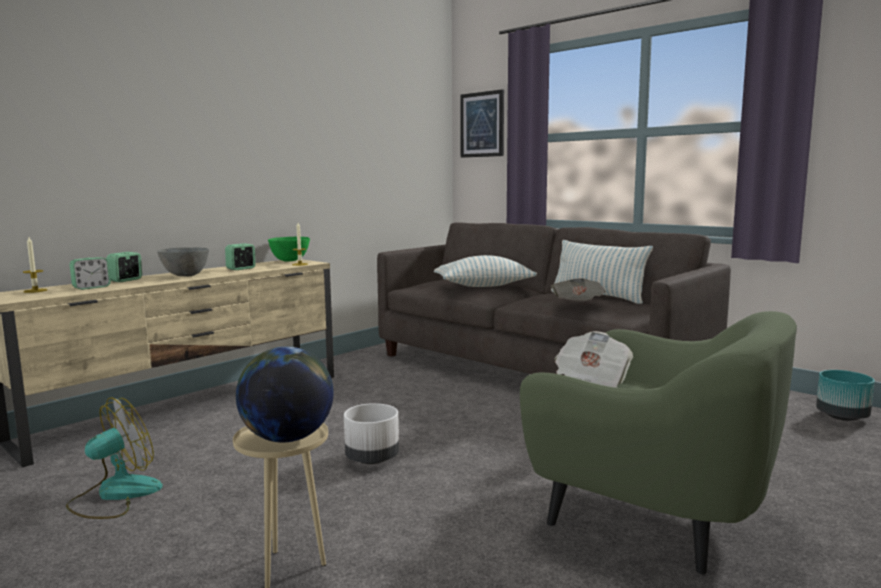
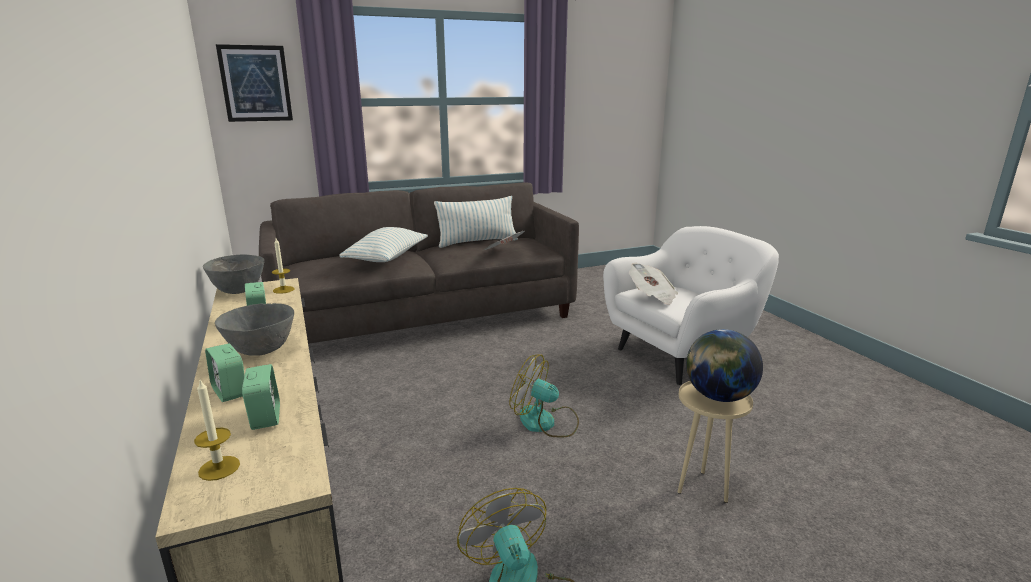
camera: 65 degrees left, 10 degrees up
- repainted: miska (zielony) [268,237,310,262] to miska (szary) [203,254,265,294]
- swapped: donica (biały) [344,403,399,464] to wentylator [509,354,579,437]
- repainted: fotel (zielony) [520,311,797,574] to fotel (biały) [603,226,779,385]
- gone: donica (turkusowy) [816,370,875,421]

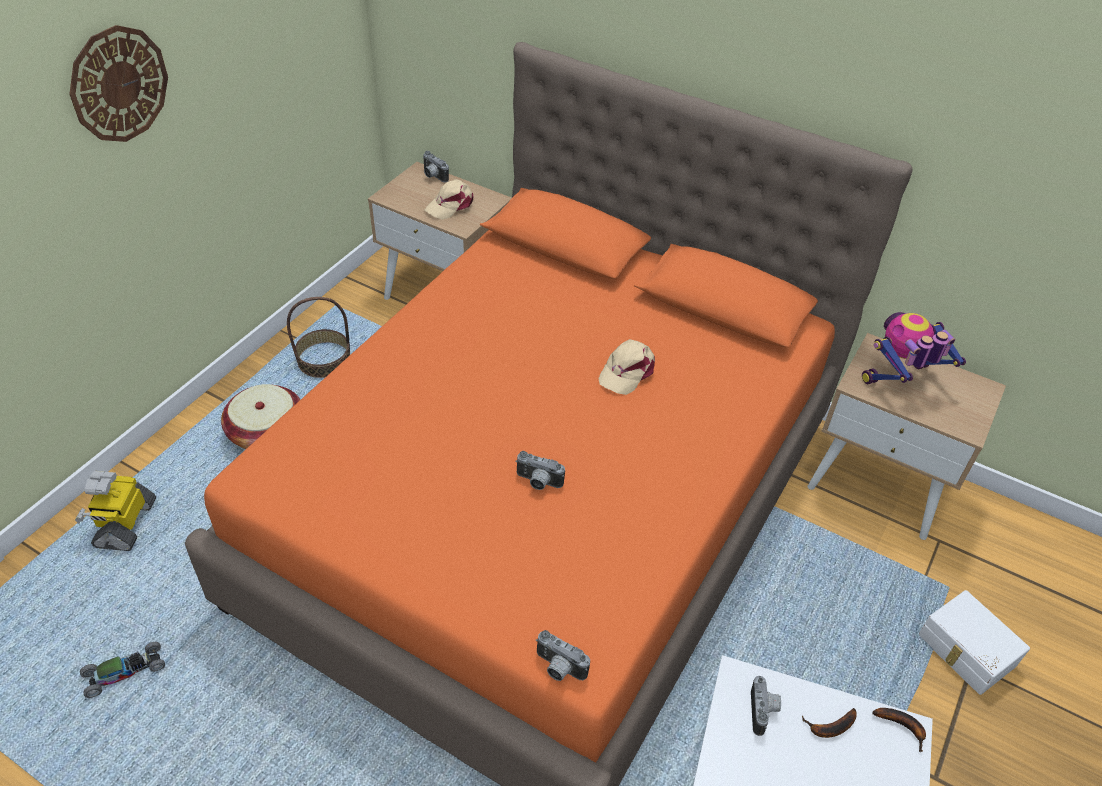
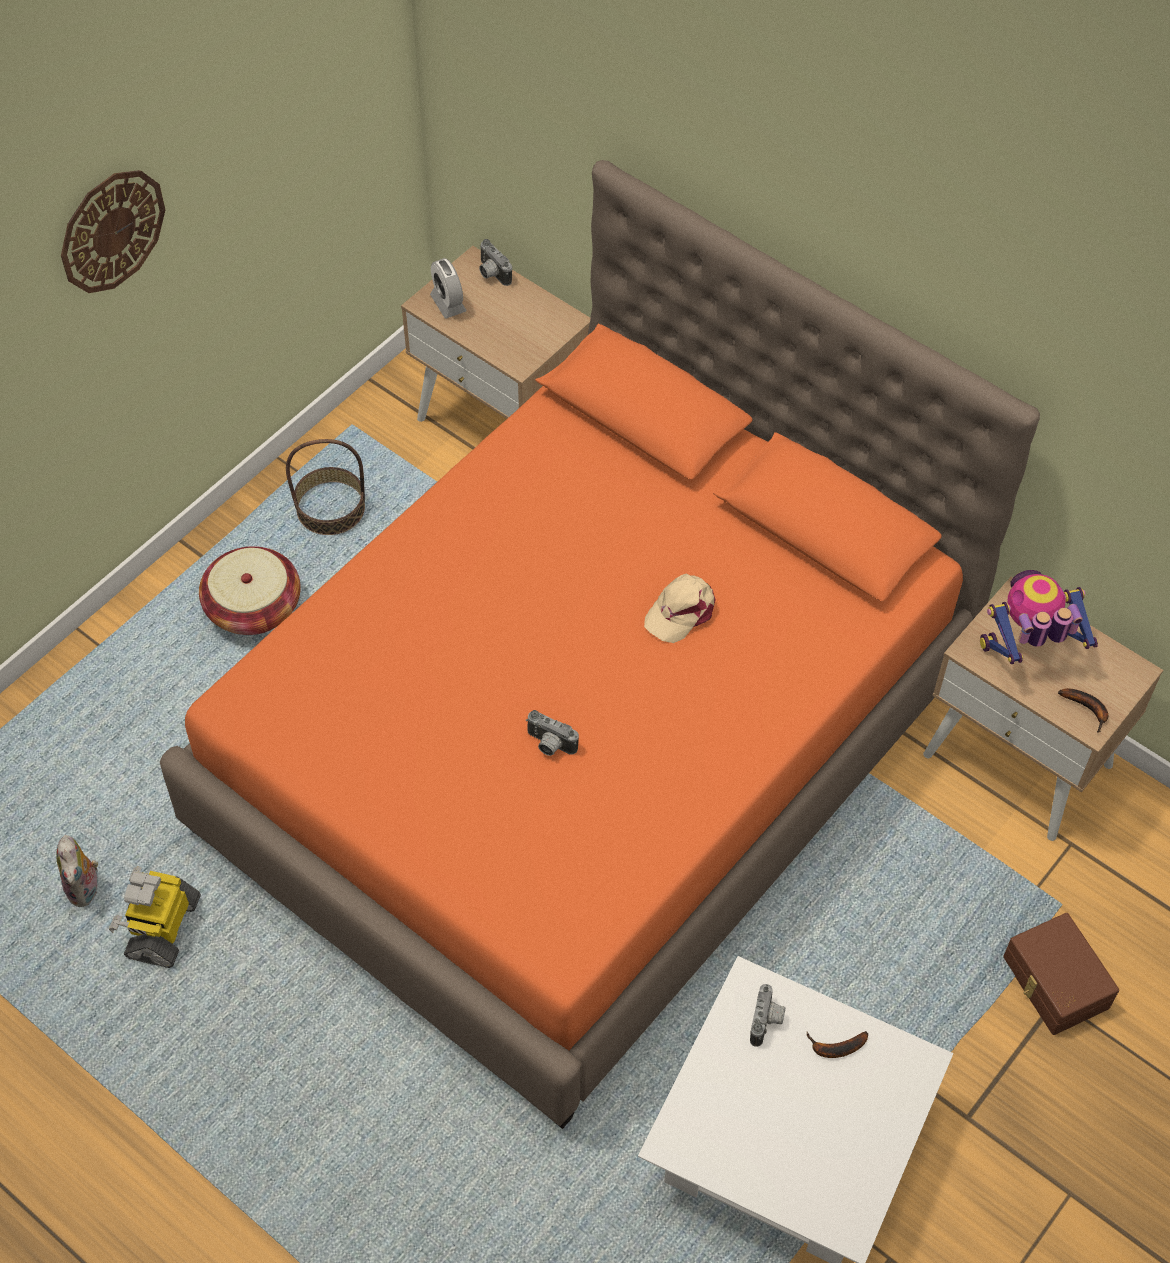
camera: 10 degrees right, 10 degrees up
- swapped: samochodzik [80,642,165,698] to pluszak [57,835,98,907]
- shifted: robot zabawkowy [75,471,156,551] to [109,866,201,968]
- new: budzik [430,258,466,319]
- repainted: pojemnik do przechowywania (biały) [919,590,1030,695] to pojemnik do przechowywania (brązowy) [1003,913,1119,1035]
- shifted: banan [873,708,926,752] to [1058,688,1108,733]
- gone: czapka z daszkiem (beżowy) [425,179,474,220]
- gone: aparat fotograficzny [536,630,590,681]

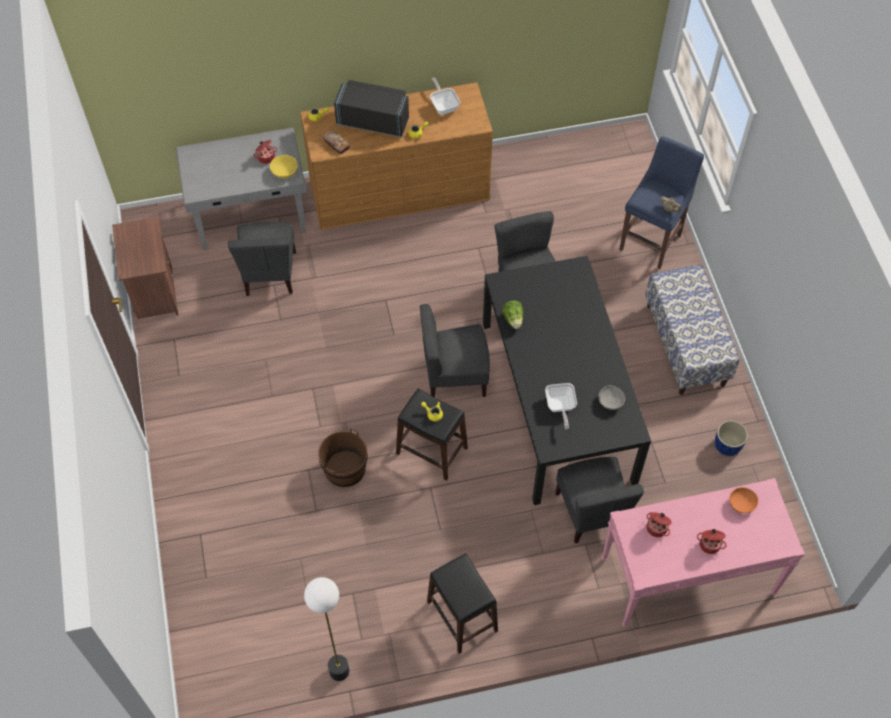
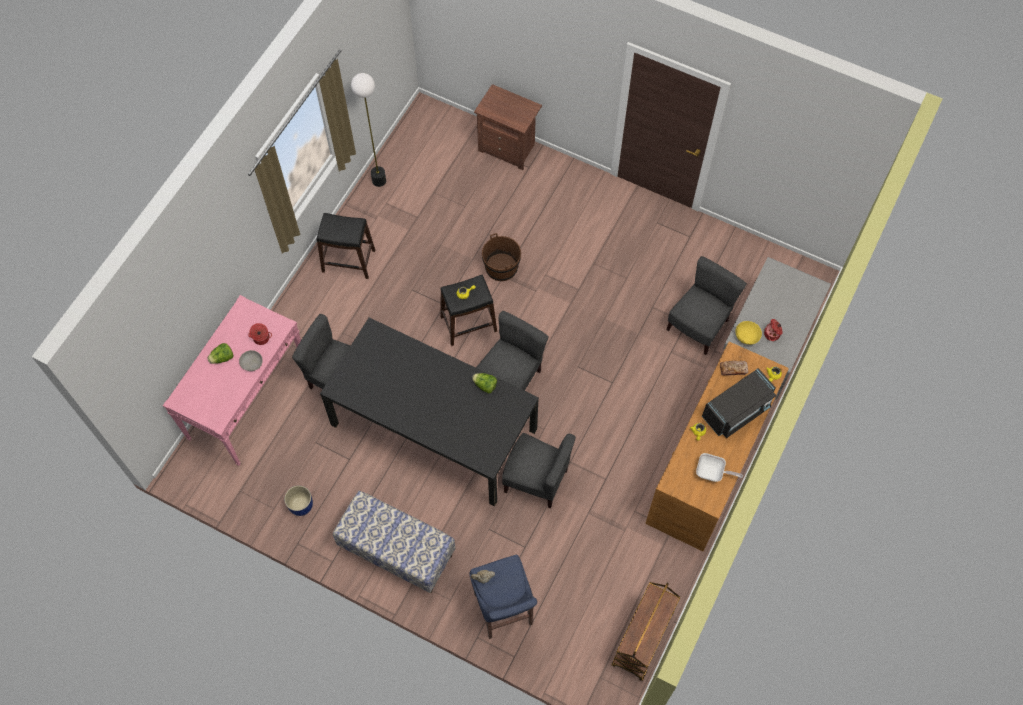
camera: 130 degrees right, 5 degrees up
- swapped: garnek [697,529,726,554] to sałata [207,343,233,364]
- shifted: miska (szary) [598,385,625,410] to [239,350,263,371]
- shifted: szafka nocna (brązowy) [112,217,179,319] to [474,84,542,170]
- new: wózek (brązowy) [611,582,680,681]
- rotated: krzesło (szary) [228,222,296,296] = [667,256,747,355] 90 degrees clockwise
- gone: patelnia [545,383,577,430]
- gone: miska (pomarańczowy) [729,487,758,513]

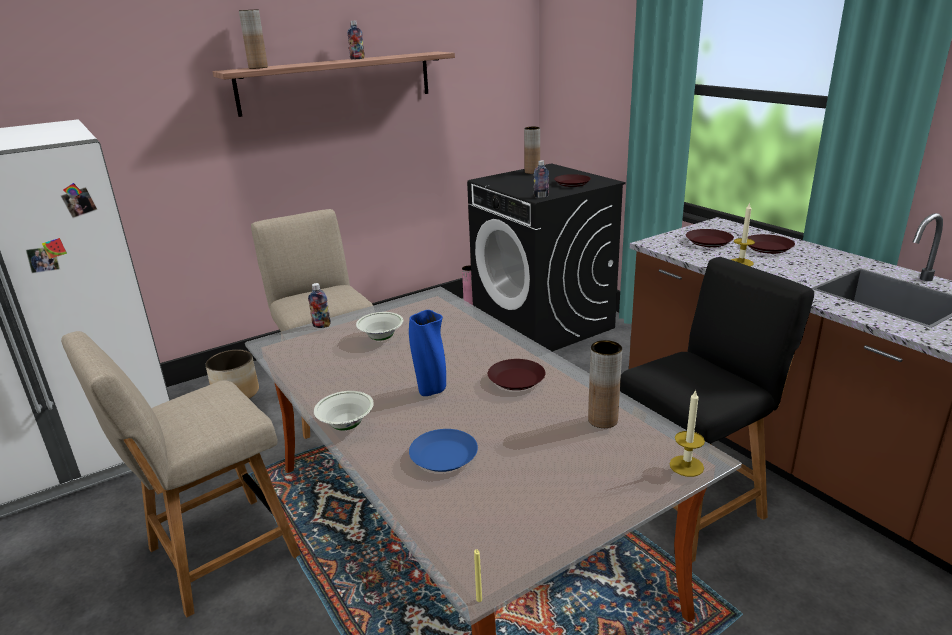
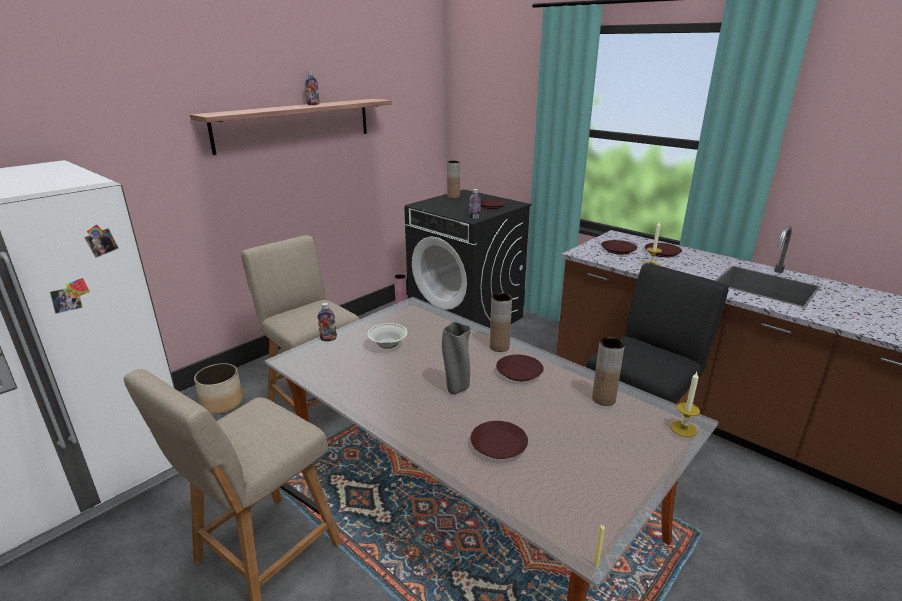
camera: 15 degrees left, 0 degrees up
- repainted: wazon (niebieski) [409,310,446,396] to wazon (szary) [442,322,471,394]
- repainted: talerz (niebieski) [409,429,478,472] to talerz (brązowy) [470,421,528,459]
- shifted: wazon (brązowy) [239,9,268,69] to [490,293,512,352]
- gone: miska (biały) [314,391,374,430]

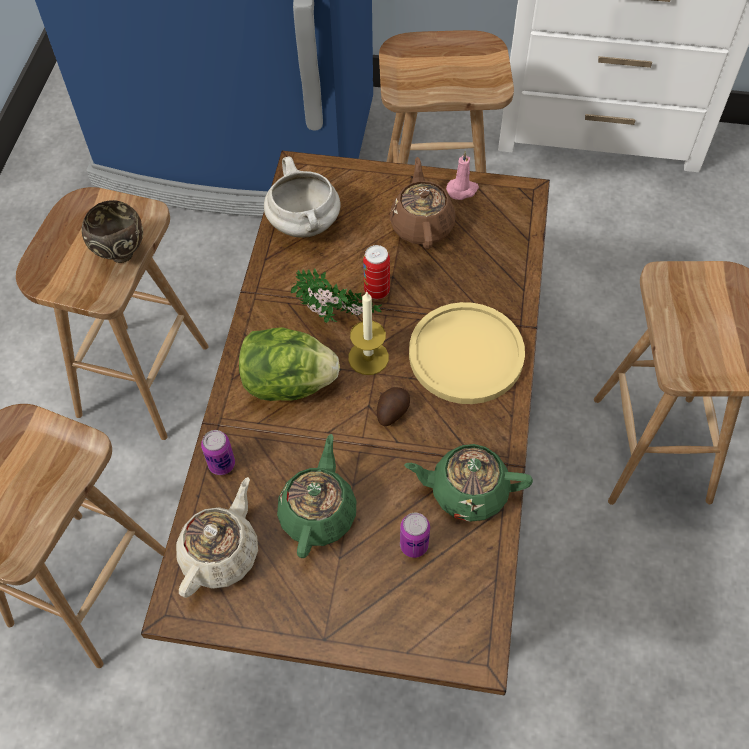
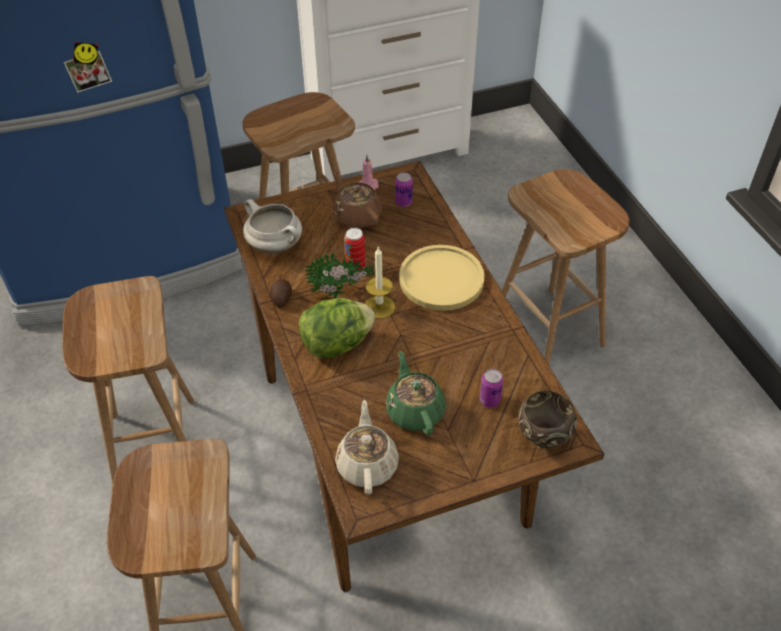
camera: 30 degrees left, 10 degrees down
- shifted: ziemniak [377,387,410,426] to [270,279,292,308]
- shifted: puszka [201,430,235,475] to [395,172,413,207]
- shifted: miska (brązowy) [81,200,143,263] to [518,391,577,448]
- gone: imbryk (zielony) [404,444,533,522]

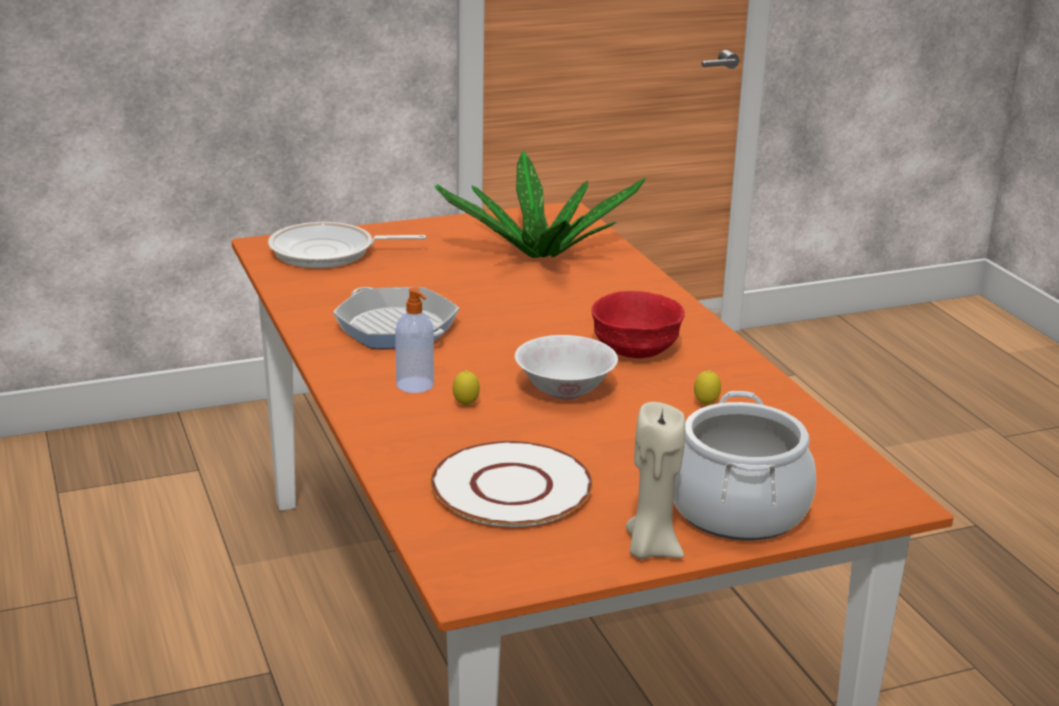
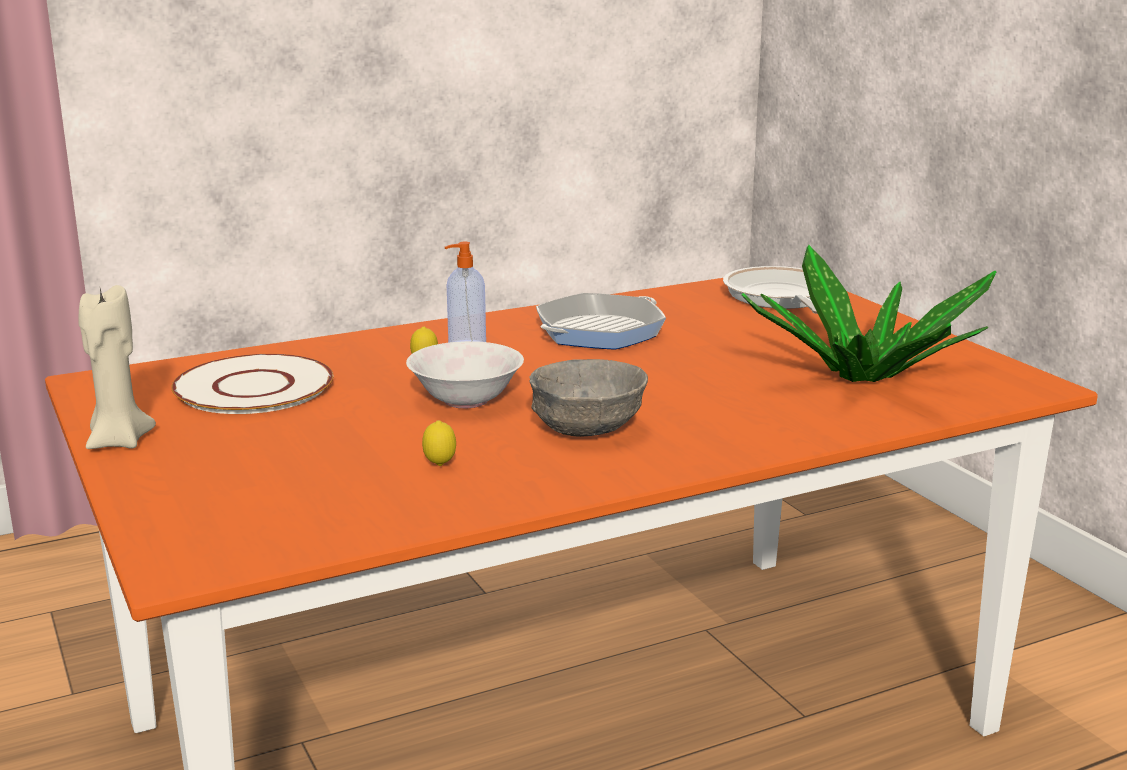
camera: 85 degrees right, 5 degrees down
- repainted: miska (czerwony) [591,291,685,358] to miska (szary) [529,359,648,437]
- gone: garnek [673,391,816,540]

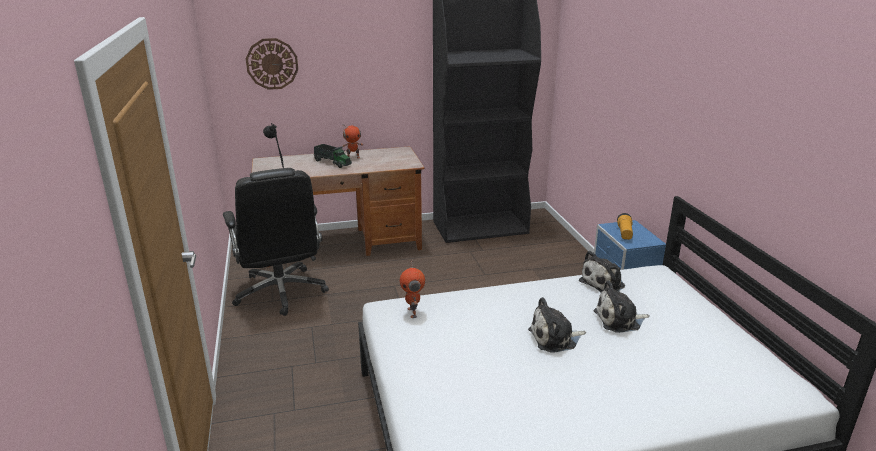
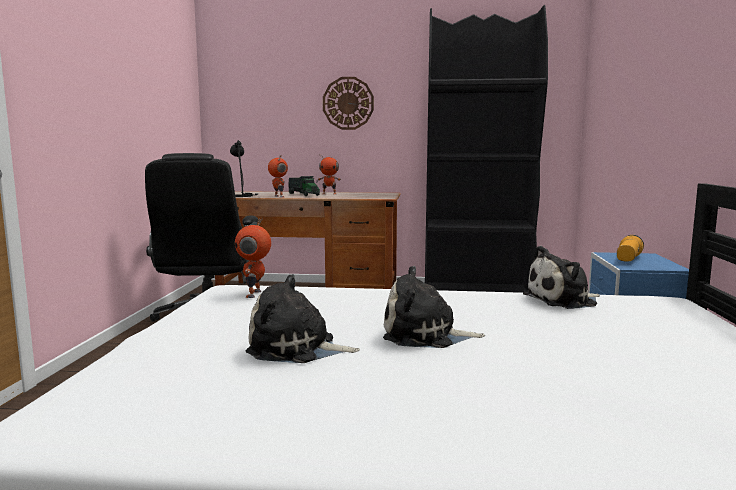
camera: 20 degrees right, 15 degrees down
- shifted: pluszak [593,280,650,333] to [246,274,360,363]
- new: robot zabawkowy [268,155,288,198]
- shifted: zegar ścienny [246,38,298,90] to [323,77,374,130]

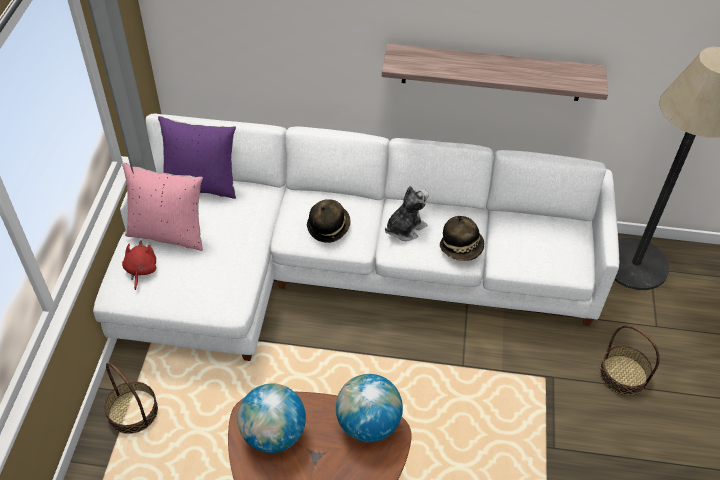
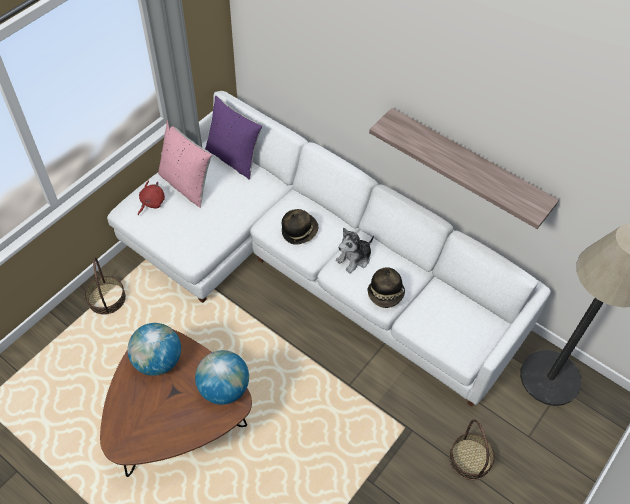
camera: 30 degrees right, 5 degrees up
- rotated: pluszak [385,186,429,241] = [336,228,374,273] 150 degrees clockwise

